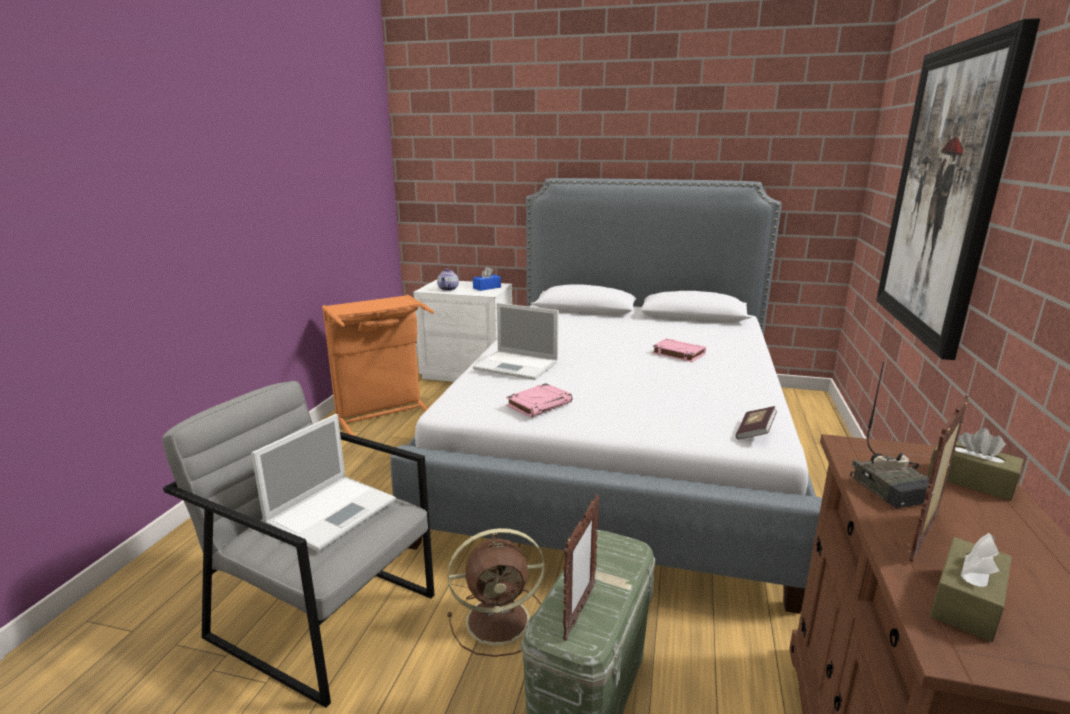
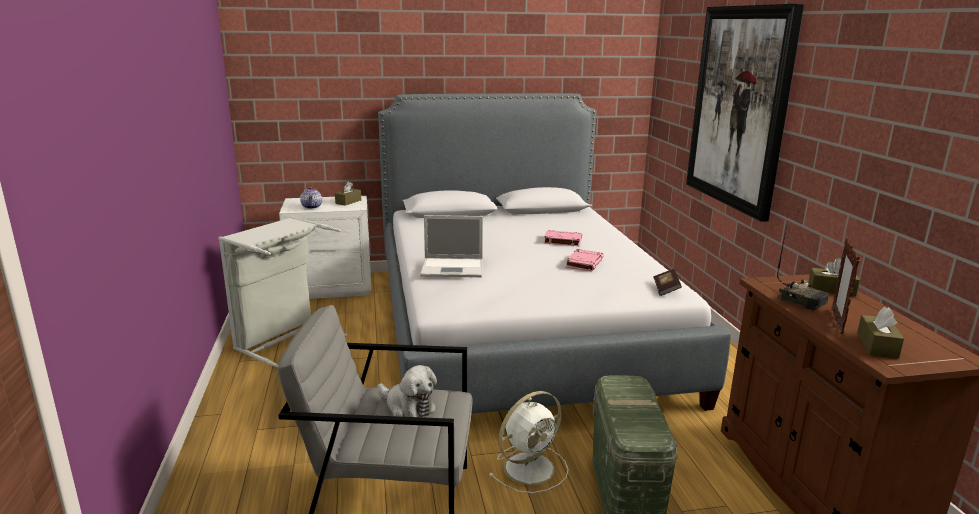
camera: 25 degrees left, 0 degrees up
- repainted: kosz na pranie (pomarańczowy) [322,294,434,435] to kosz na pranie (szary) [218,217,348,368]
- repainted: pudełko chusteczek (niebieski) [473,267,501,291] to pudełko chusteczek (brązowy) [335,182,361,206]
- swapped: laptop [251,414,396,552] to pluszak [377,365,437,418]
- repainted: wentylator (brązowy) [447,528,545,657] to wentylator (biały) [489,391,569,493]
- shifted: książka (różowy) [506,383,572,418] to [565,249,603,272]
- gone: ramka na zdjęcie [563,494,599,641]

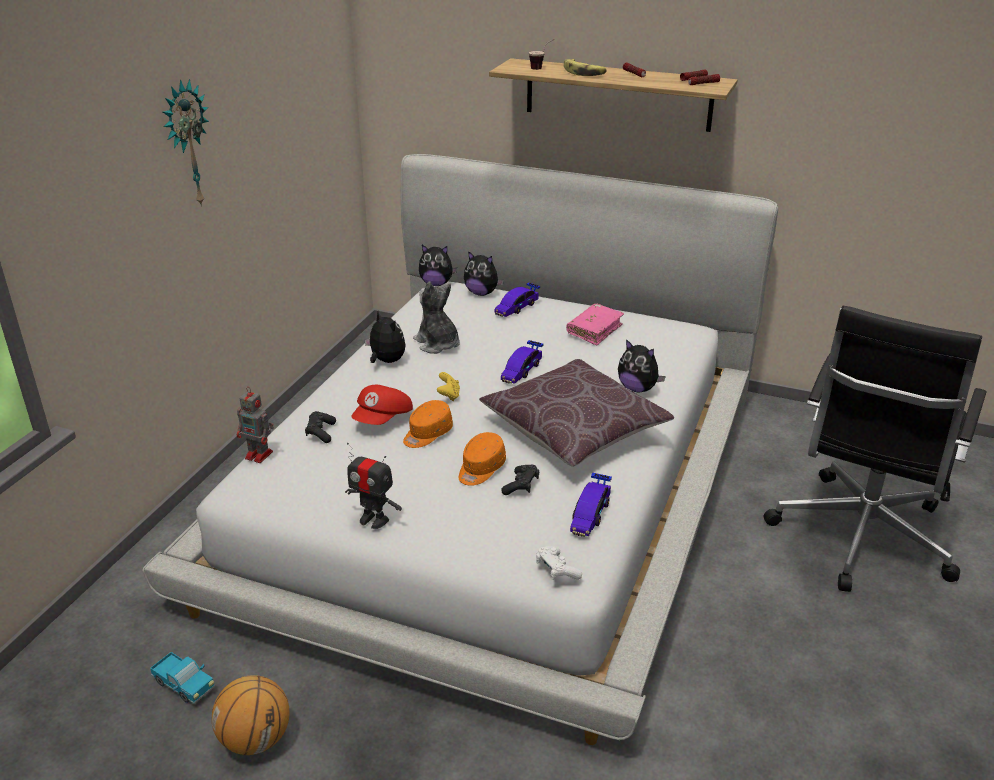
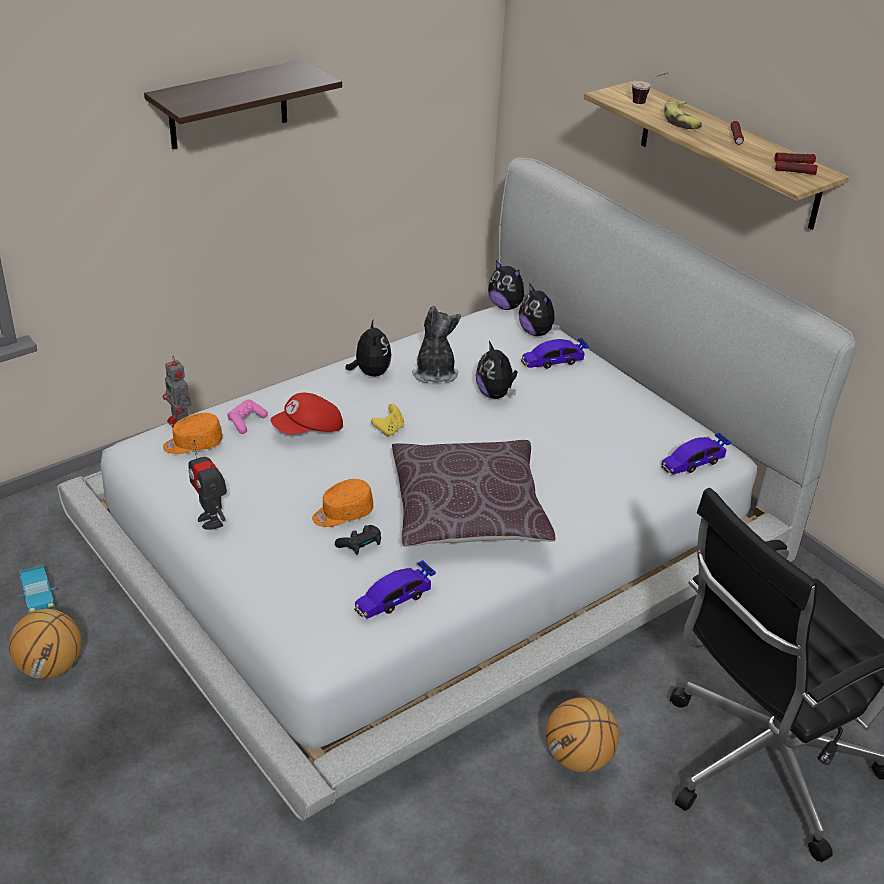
camera: 30 degrees right, 5 degrees up
- swapped: zegar ścienny [163,79,209,207] to półka [144,59,342,149]
- shifted: czapka z daszkiem (pomarańczowy) [403,400,453,448] to [163,413,223,454]
- repainted: pad do gier (czarny) [305,411,336,443] to pad do gier (różowy) [227,400,268,434]
- shifted: pluszak [618,339,666,392] to [476,341,517,399]
- new: piłka do koszykówki [546,697,619,772]
- shifted: samochodzik [501,340,543,384] to [661,433,731,475]
- gone: pad do gier (biały) [536,546,582,580]
- gone: książka (różowy) [566,304,624,345]

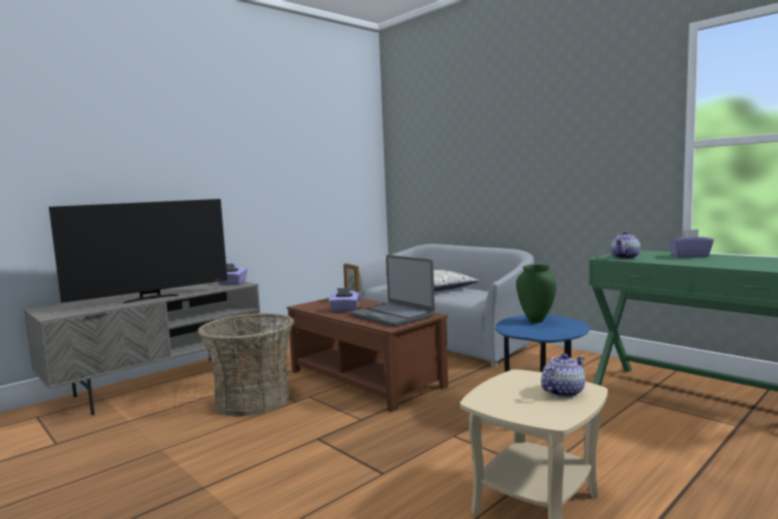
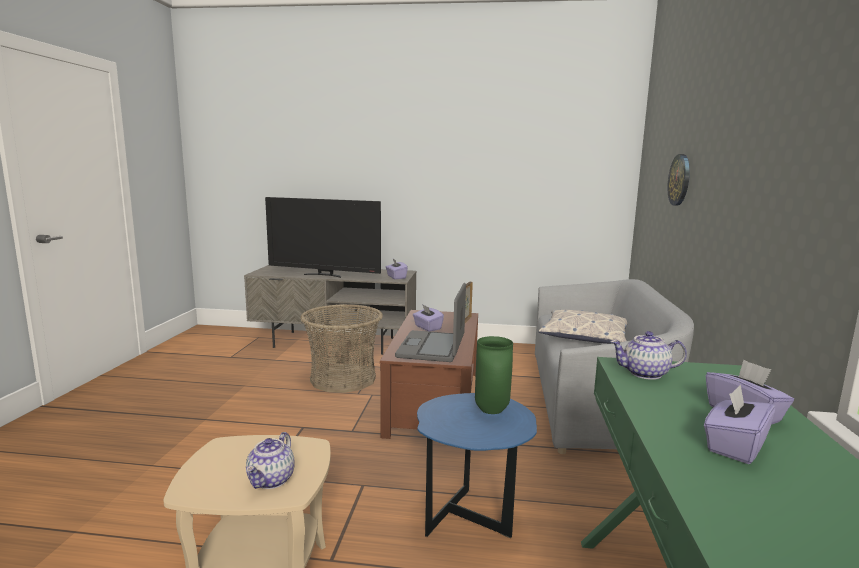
camera: 50 degrees right, 5 degrees up
- rotated: imbryk [541,353,585,398] = [246,432,295,489] 90 degrees clockwise
- new: zegar ścienny [667,154,690,206]
- new: pudełko chusteczek (fioletowy) [704,385,775,464]

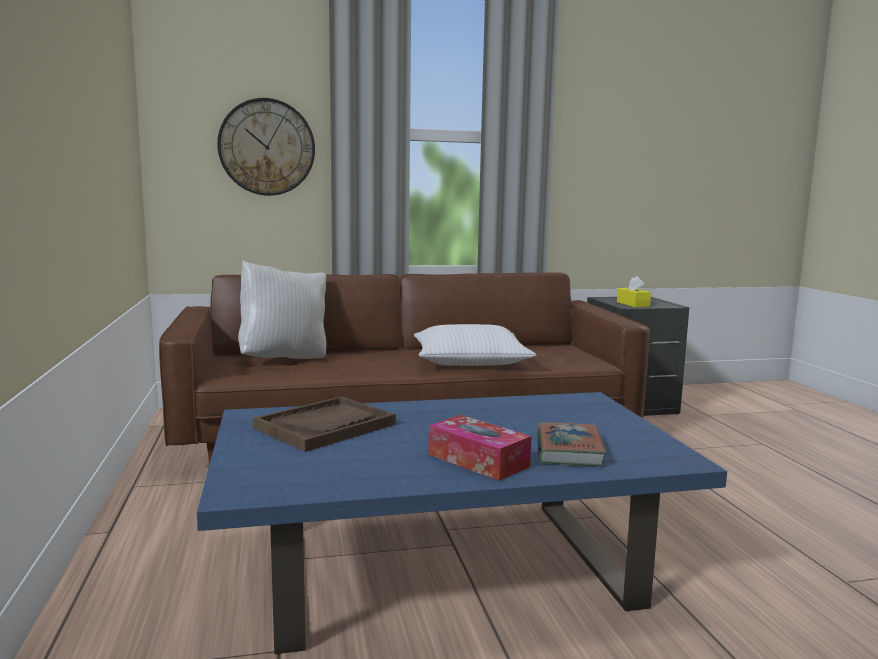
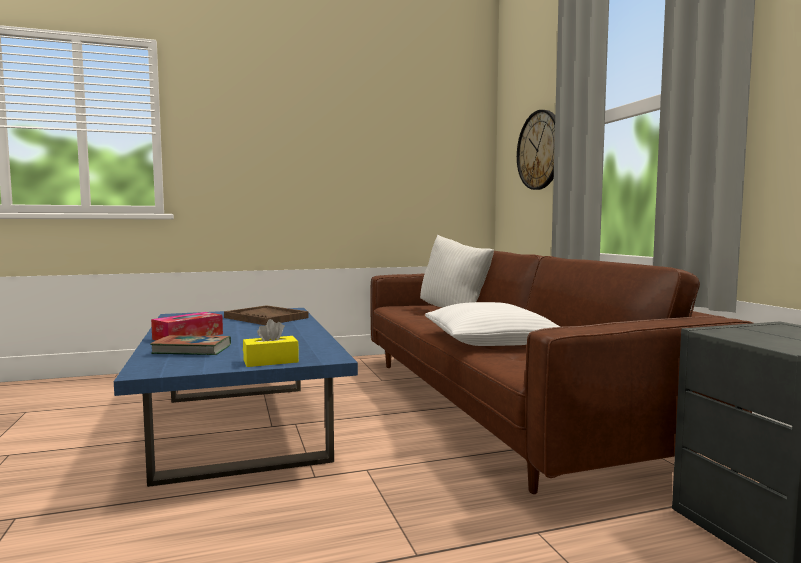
camera: 85 degrees right, 5 degrees down
- shifted: pudełko chusteczek (żółty) [617,276,651,307] to [243,319,299,367]

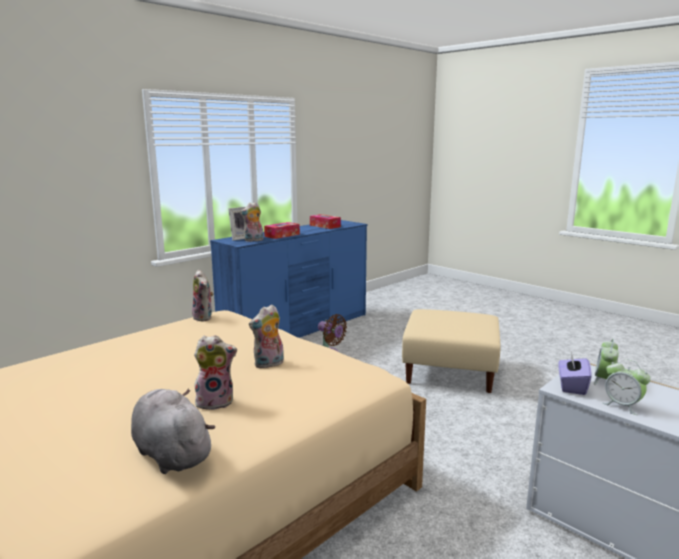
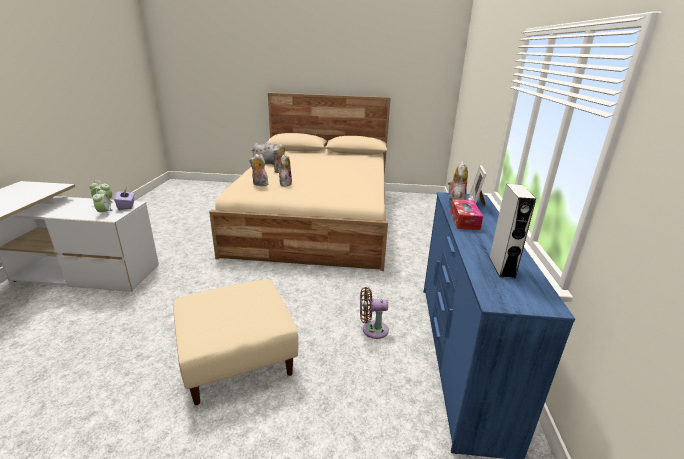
camera: 140 degrees right, 10 degrees up
- shifted: pluszak [192,270,214,321] to [249,154,268,186]
- swapped: pudełko chusteczek [310,214,341,229] to głośnik (szary) [489,184,536,278]

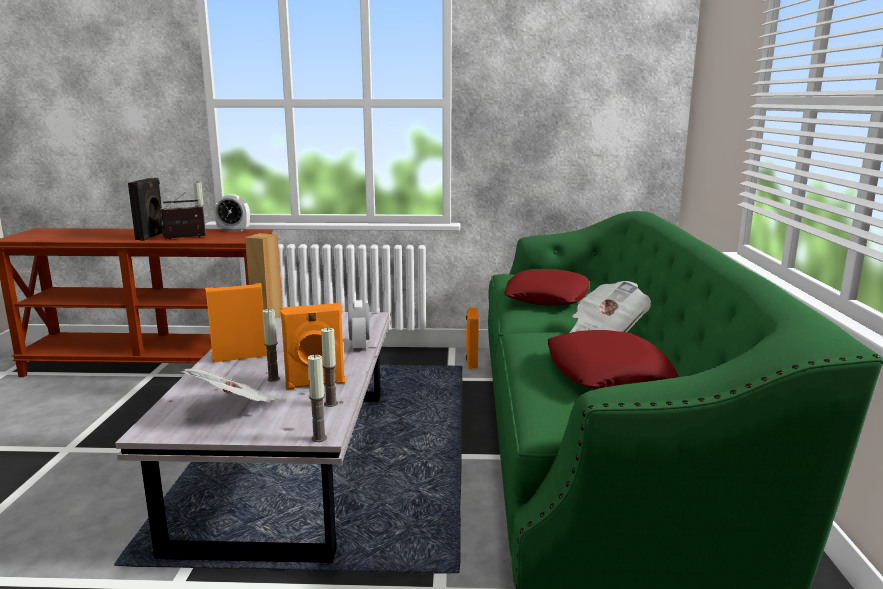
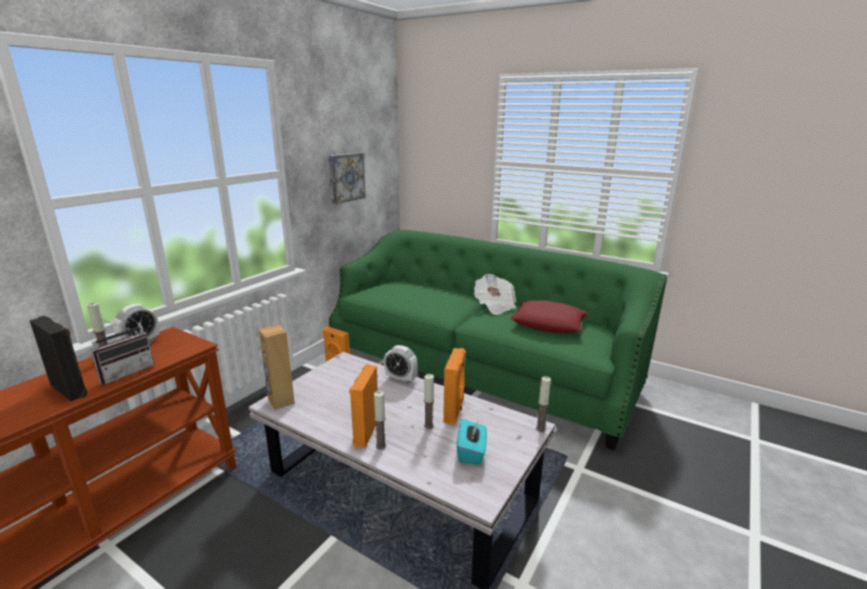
camera: 60 degrees left, 5 degrees up
- rotated: radio [160,192,206,239] = [90,319,154,385] 150 degrees counterclockwise
- new: obraz [329,152,366,204]
- shifted: świeca [321,327,338,407] to [374,391,386,450]
- swapped: gazeta [181,368,285,402] to pudełko chusteczek (turkusowy) [457,419,487,465]
- gone: poduszka (czerwony) [505,269,589,306]

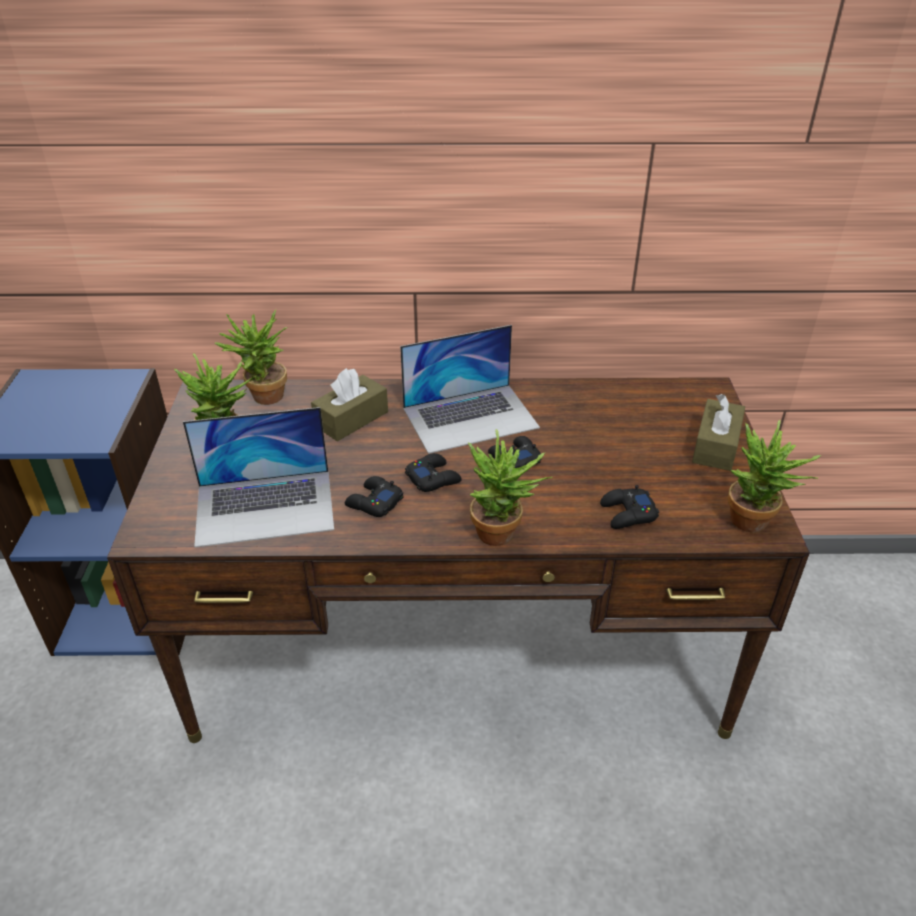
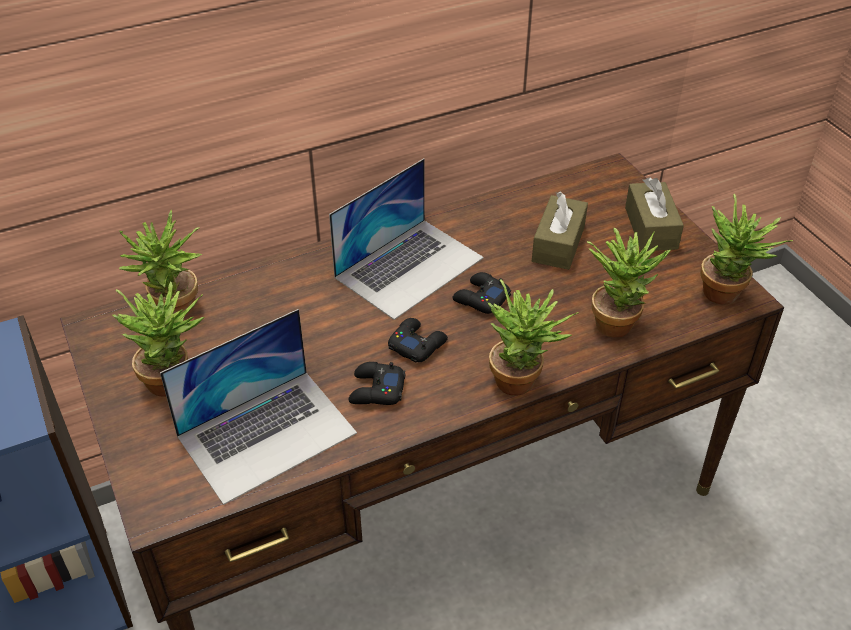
camera: 25 degrees left, 5 degrees up
- shifted: pudełko chusteczek (brązowy) [311,368,388,441] to [532,192,588,270]
- swapped: pad do gier (czarny) [600,485,659,529] to roślina doniczkowa [587,228,670,338]

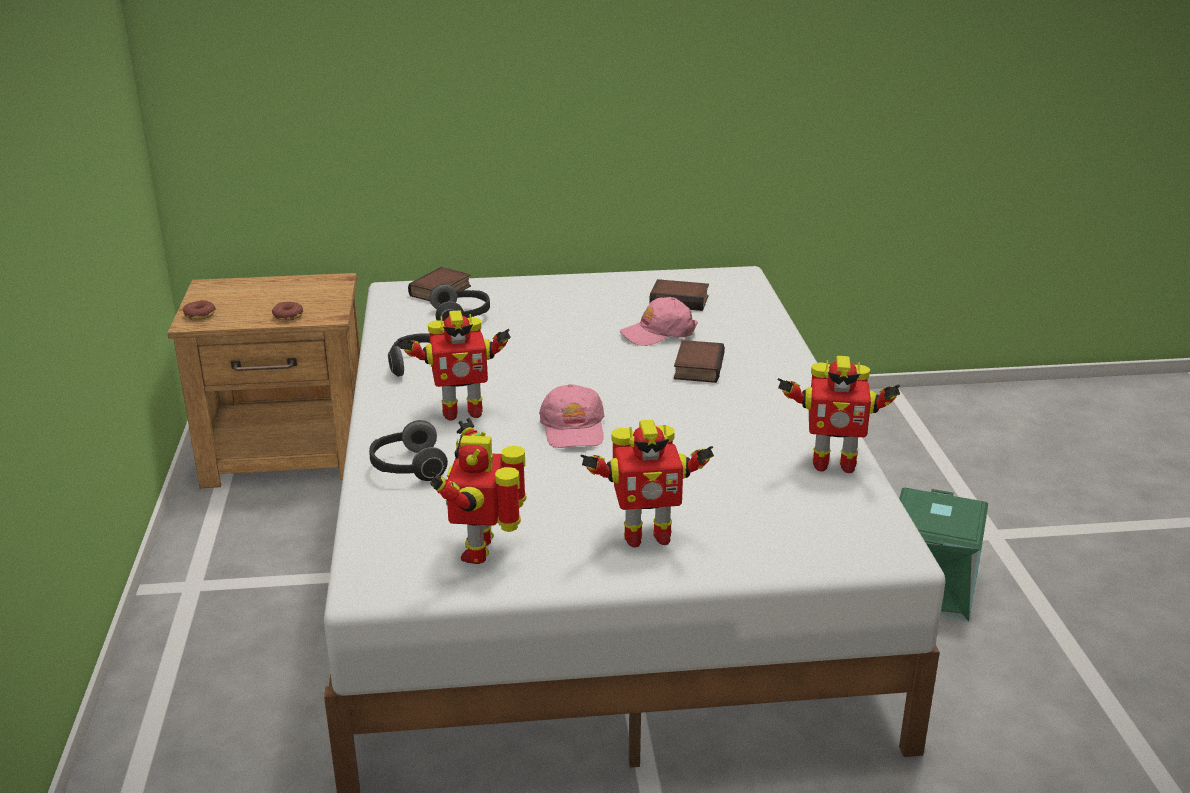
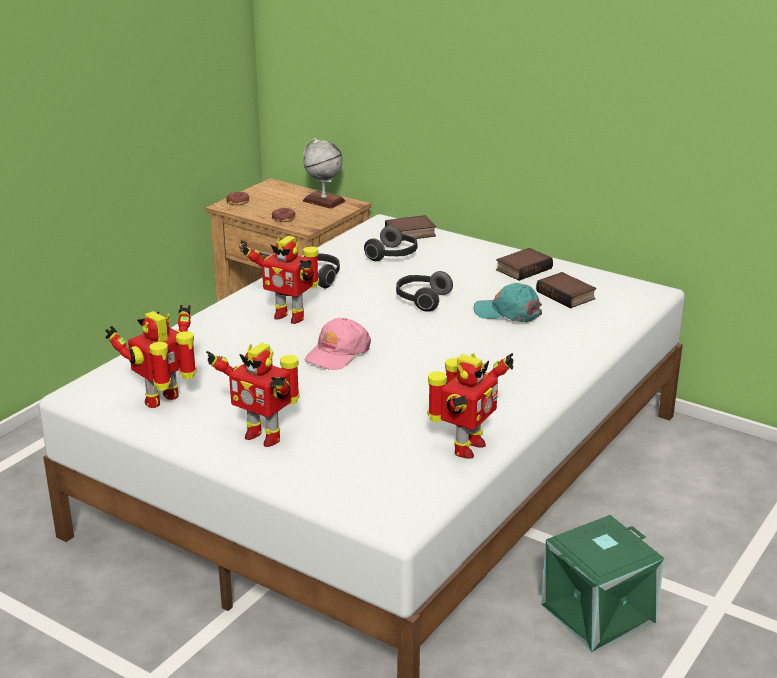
camera: 40 degrees right, 0 degrees up
- new: globus [303,138,346,209]
- shifted: słuchawki [369,420,448,481] to [396,271,453,312]
- rotated: robot zabawkowy [778,356,900,473] = [427,353,514,459] 105 degrees counterclockwise
- repainted: czapka z daszkiem (różowy) [620,297,698,346] to czapka z daszkiem (turkusowy) [474,283,542,323]
- shifted: książka [674,340,725,383] to [496,248,553,281]

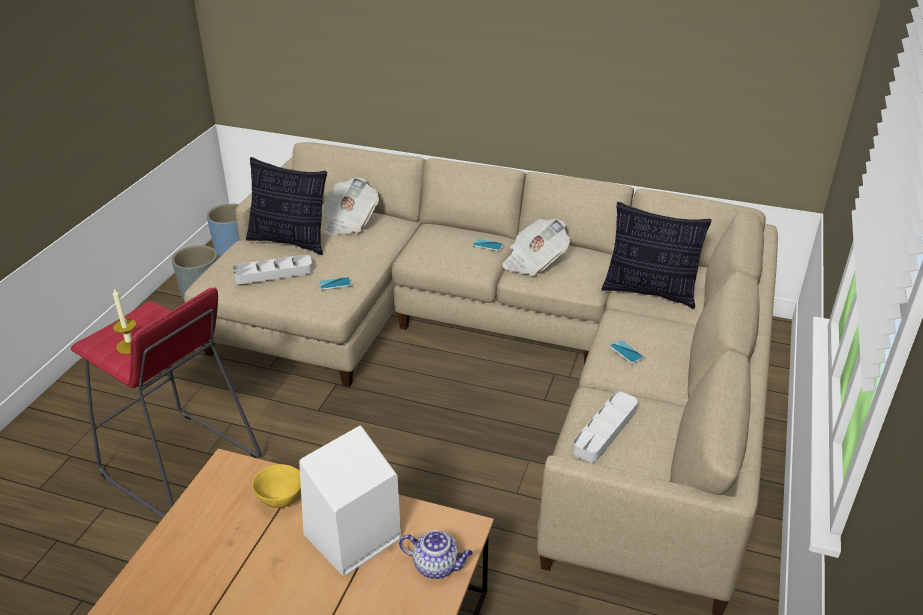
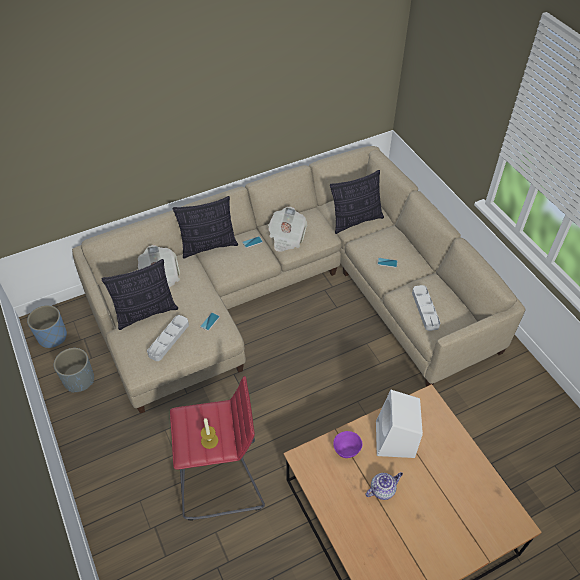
camera: 45 degrees left, 15 degrees up
- new: poduszka [173,196,238,259]
- repainted: miska (żółty) [252,464,301,508] to miska (fioletowy) [333,431,363,458]
- shifted: imbryk [399,530,473,579] to [365,472,403,500]

